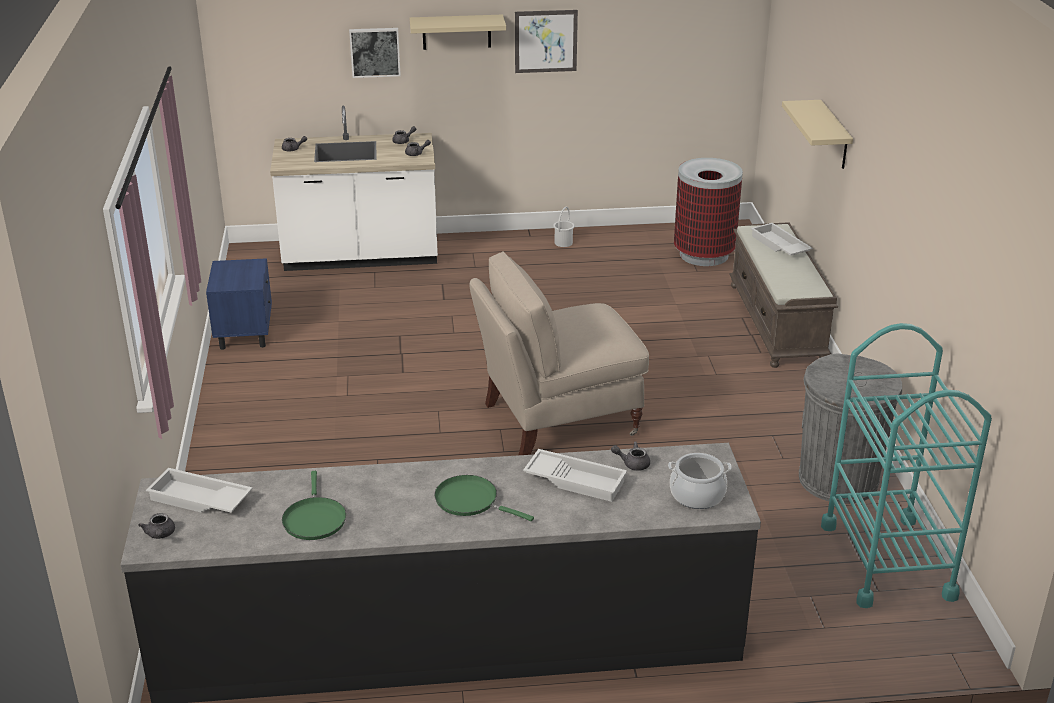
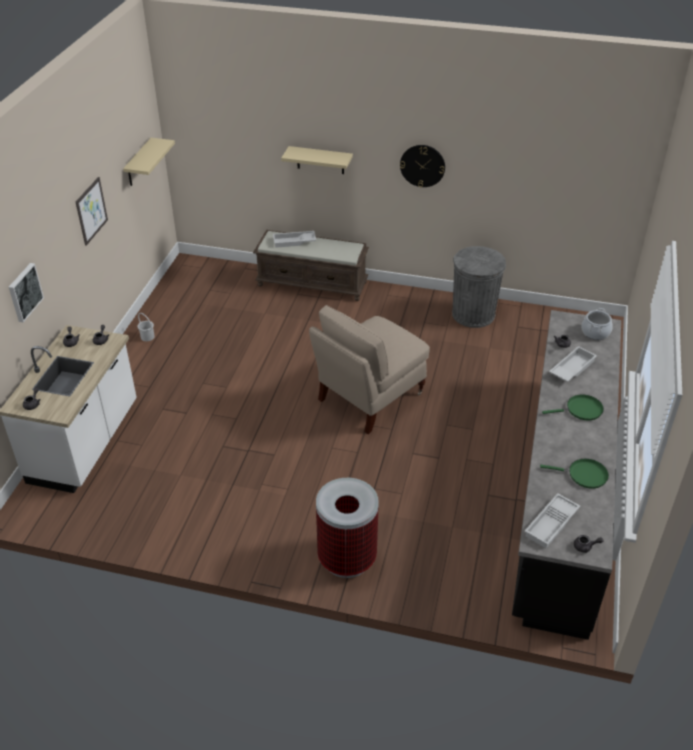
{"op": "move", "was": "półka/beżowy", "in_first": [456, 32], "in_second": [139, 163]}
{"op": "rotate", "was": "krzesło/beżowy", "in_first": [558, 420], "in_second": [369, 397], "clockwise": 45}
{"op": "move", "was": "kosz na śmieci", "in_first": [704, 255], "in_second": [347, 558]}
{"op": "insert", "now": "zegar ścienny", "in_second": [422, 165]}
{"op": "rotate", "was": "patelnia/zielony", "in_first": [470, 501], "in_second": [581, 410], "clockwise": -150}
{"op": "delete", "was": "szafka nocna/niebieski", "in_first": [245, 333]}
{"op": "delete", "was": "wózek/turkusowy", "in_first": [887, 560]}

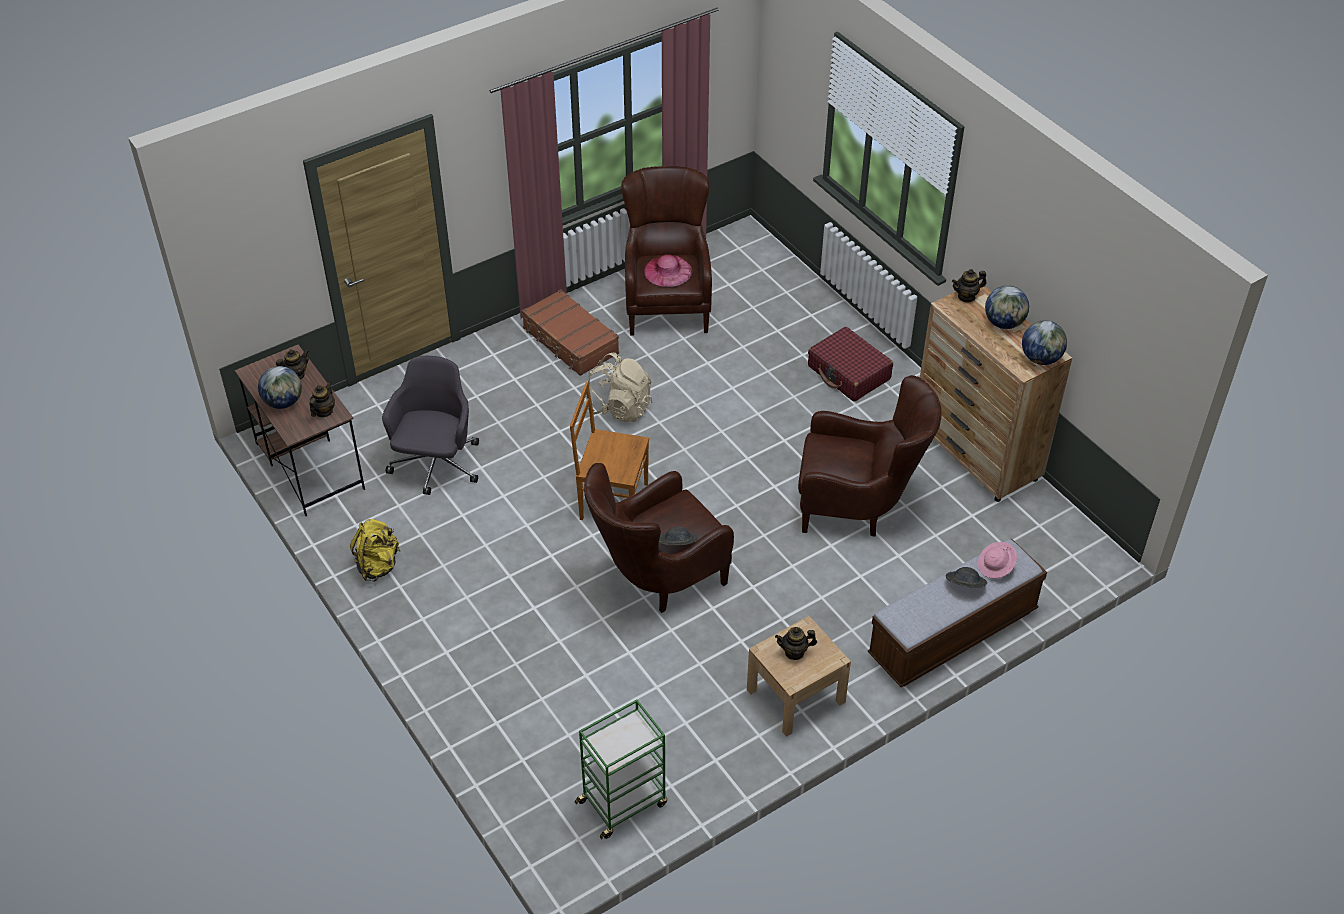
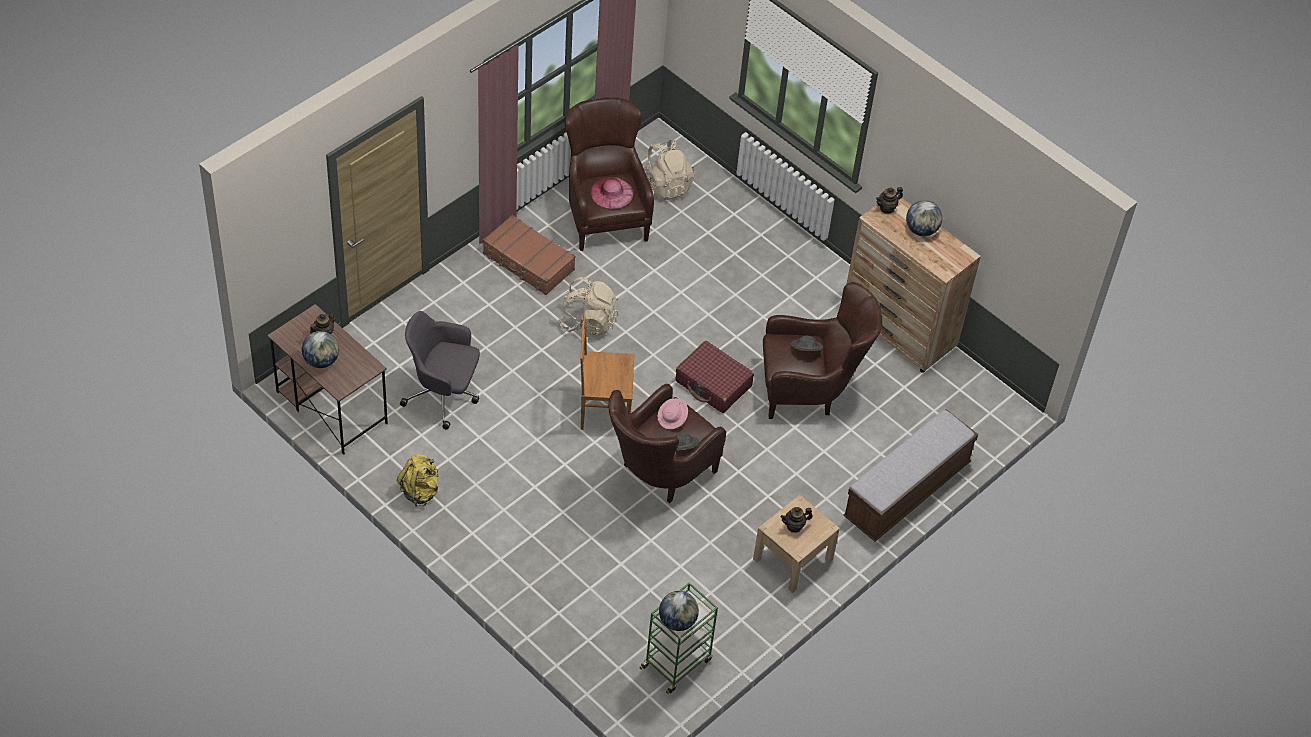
{"op": "rotate", "was": "krzesło biurowe/szary", "in_first": [436, 466], "in_second": [443, 394], "clockwise": -75}
{"op": "insert", "now": "plecak/beżowy", "in_second": [666, 185]}
{"op": "move", "was": "kapelusz/różowy", "in_first": [996, 566], "in_second": [672, 419]}
{"op": "move", "was": "globus", "in_first": [1040, 358], "in_second": [677, 621]}
{"op": "move", "was": "walizka/czerwony", "in_first": [849, 373], "in_second": [713, 384]}
{"op": "move", "was": "kapelusz/szary", "in_first": [964, 585], "in_second": [805, 350]}
{"op": "delete", "was": "imbryk", "in_first": [323, 411]}

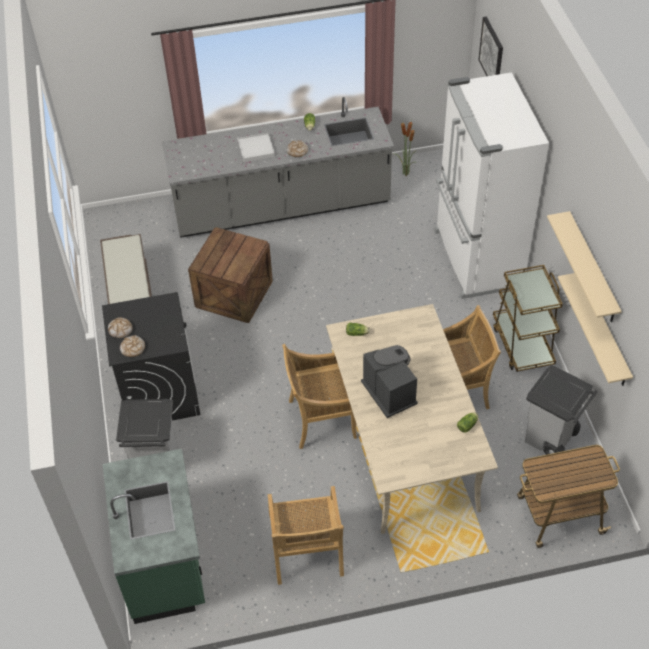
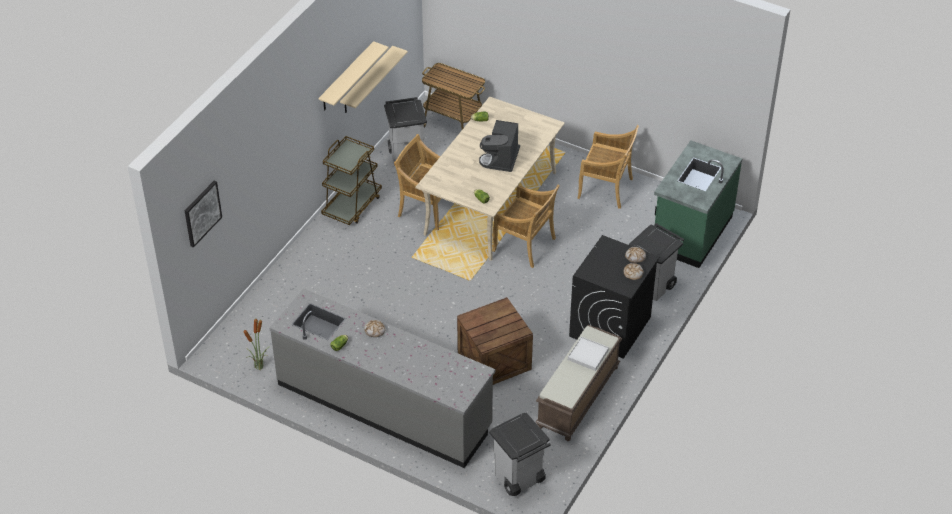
{"op": "insert", "now": "kosz na śmieci/szary", "in_second": [518, 479]}
{"op": "move", "was": "taca/biały", "in_first": [256, 149], "in_second": [588, 355]}
{"op": "rotate", "was": "krzesło/beżowy", "in_first": [307, 553], "in_second": [606, 189], "clockwise": 75}
{"op": "delete", "was": "lodówka/biały", "in_first": [475, 259]}

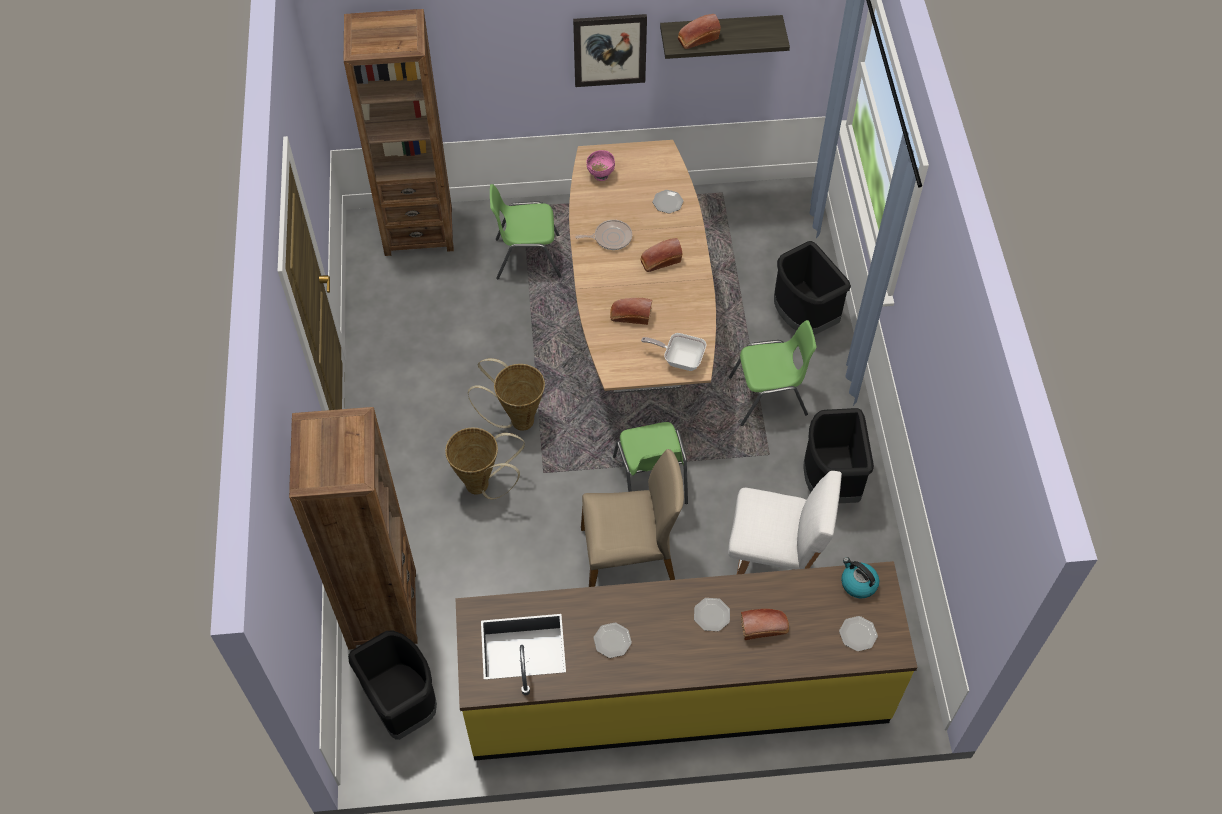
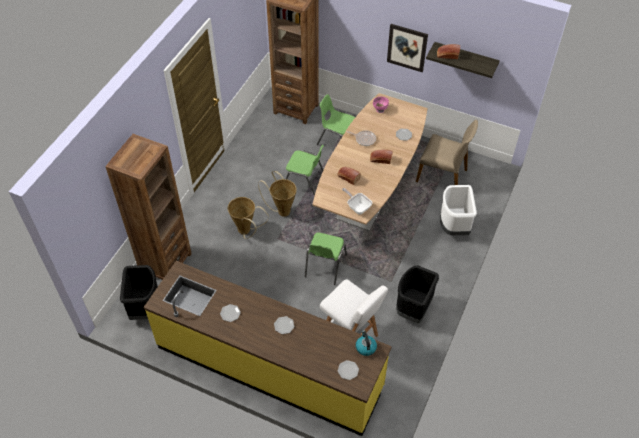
{"op": "move", "was": "krzesło/zielony", "in_first": [769, 397], "in_second": [305, 183]}
{"op": "move", "was": "krzesło/beżowy", "in_first": [629, 557], "in_second": [442, 175]}
{"op": "recolor", "was": "kosz na śmieci/czarny", "now": "kosz na śmieci/biały", "in_first": [803, 318], "in_second": [454, 226]}
{"op": "delete", "was": "chleb", "in_first": [764, 627]}

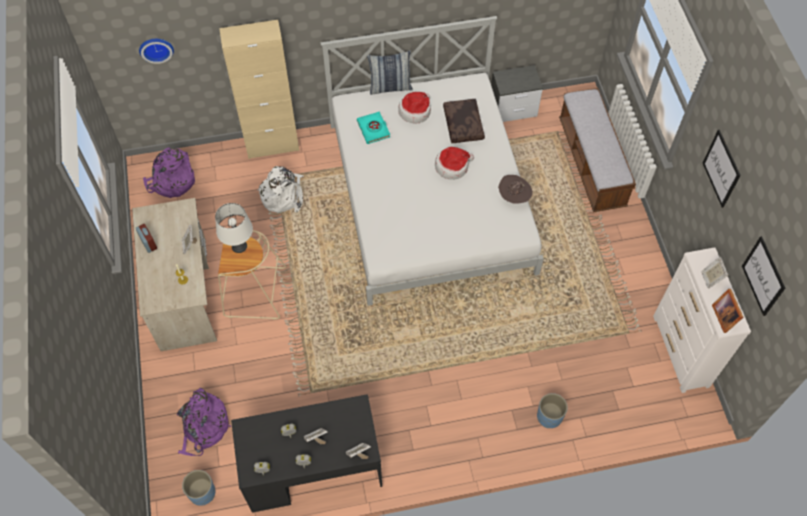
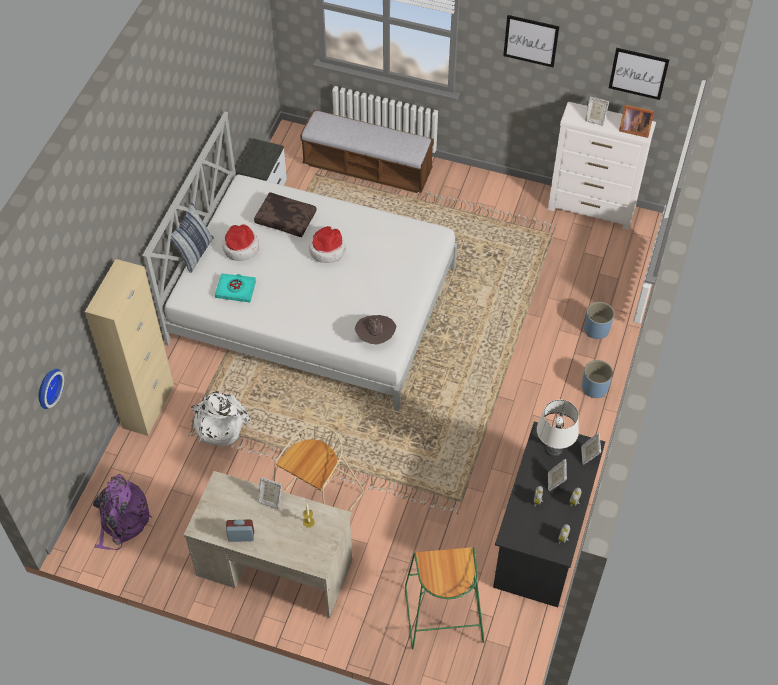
{"op": "move", "was": "kapelusz/brązowy", "in_first": [514, 197], "in_second": [375, 337]}
{"op": "replace", "was": "plecak/fioletowy", "now": "stołek/zielony", "in_first": [203, 427], "in_second": [442, 613]}
{"op": "move", "was": "lampa stołowa/biały", "in_first": [239, 246], "in_second": [553, 449]}
{"op": "move", "was": "donica/niebieski", "in_first": [202, 493], "in_second": [594, 388]}

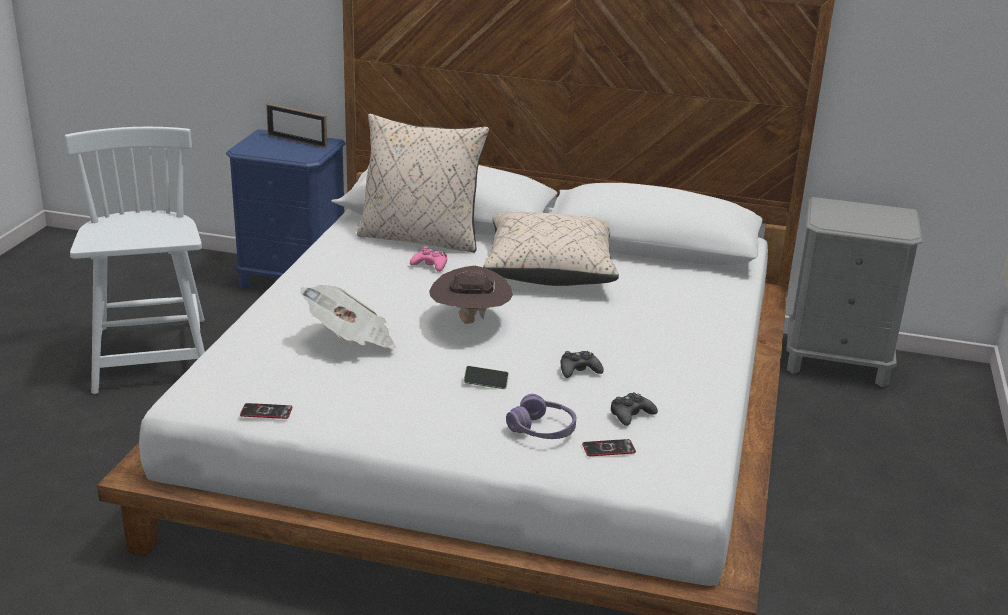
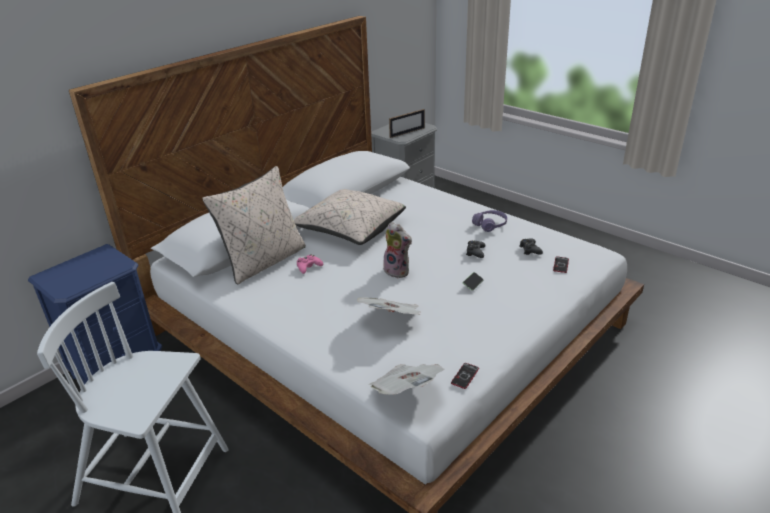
{"op": "insert", "now": "gazeta", "in_second": [406, 391]}
{"op": "replace", "was": "kapelusz/brązowy", "now": "pluszak", "in_first": [469, 321], "in_second": [398, 271]}
{"op": "move", "was": "ramka na zdjęcie", "in_first": [297, 141], "in_second": [407, 132]}
{"op": "move", "was": "słuchawki/fioletowy", "in_first": [542, 430], "in_second": [490, 225]}

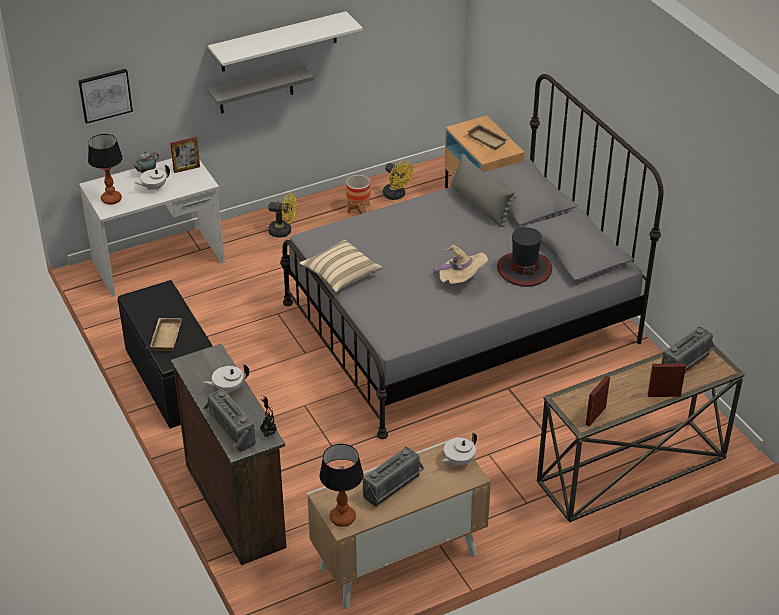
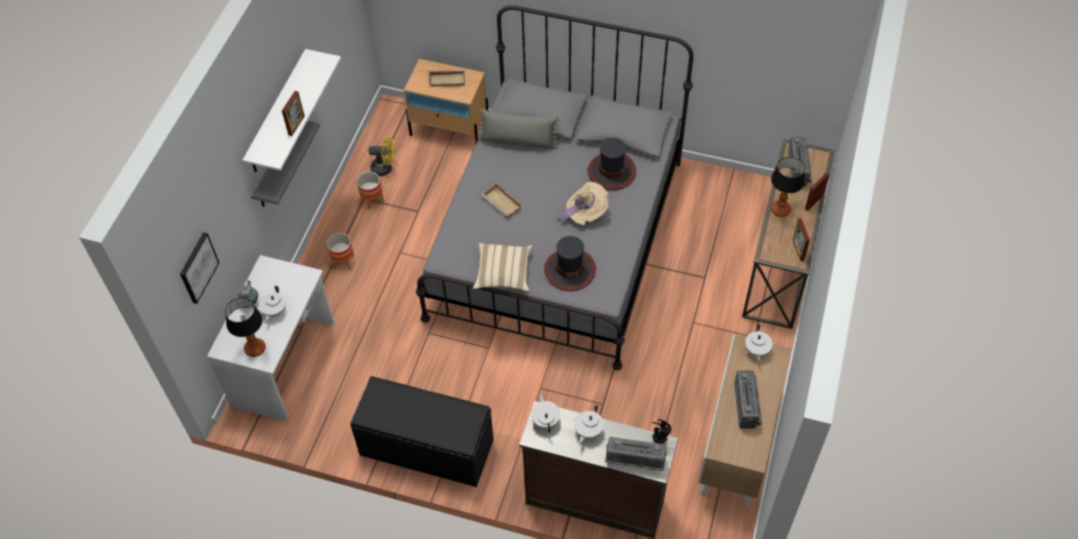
{"op": "move", "was": "ramka na zdjęcie", "in_first": [186, 169], "in_second": [296, 125]}
{"op": "replace", "was": "wentylator/żółty", "now": "donica", "in_first": [284, 231], "in_second": [343, 261]}
{"op": "move", "was": "taca/beżowy", "in_first": [165, 336], "in_second": [501, 203]}
{"op": "insert", "now": "imbryk/biały", "in_second": [545, 420]}
{"op": "insert", "now": "kapelusz", "in_second": [569, 270]}
{"op": "move", "was": "lampa stołowa", "in_first": [343, 517], "in_second": [780, 209]}

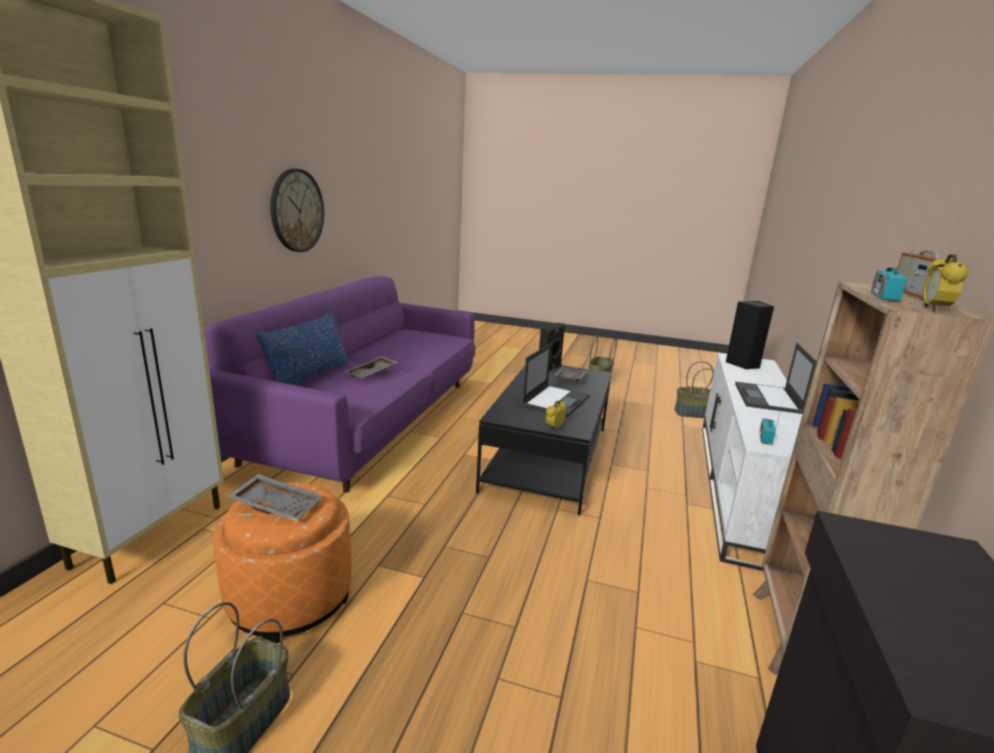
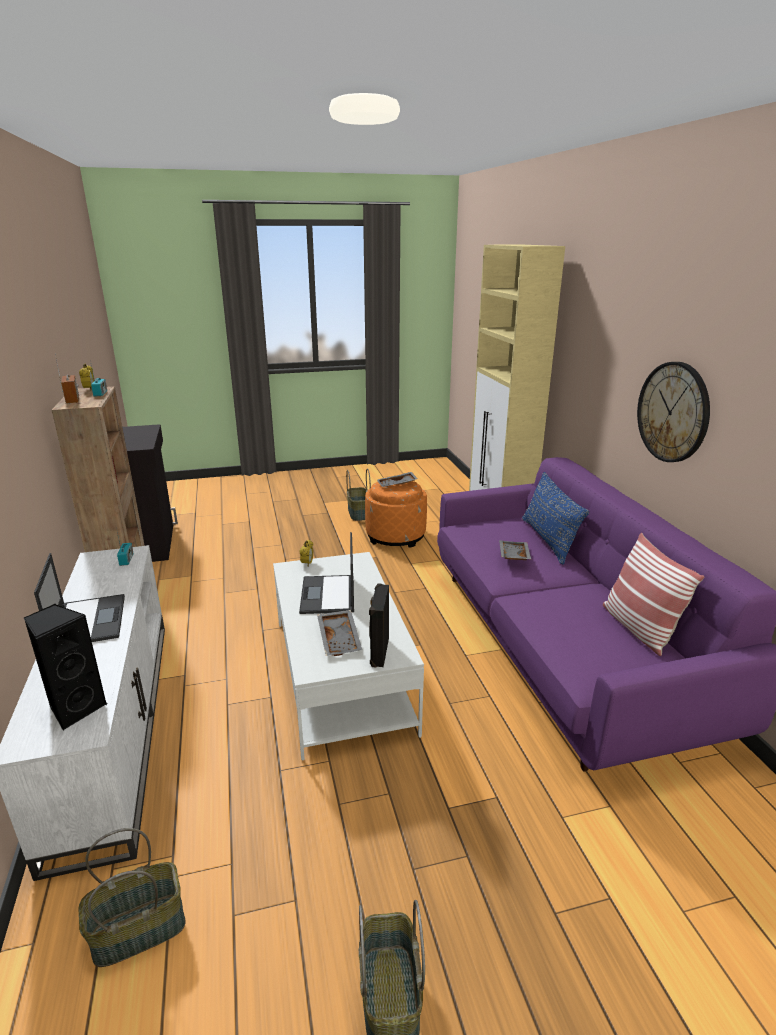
{"op": "recolor", "was": "ława/czarny", "now": "ława/biały", "in_first": [547, 458], "in_second": [342, 674]}
{"op": "insert", "now": "poduszka", "in_second": [638, 628]}

